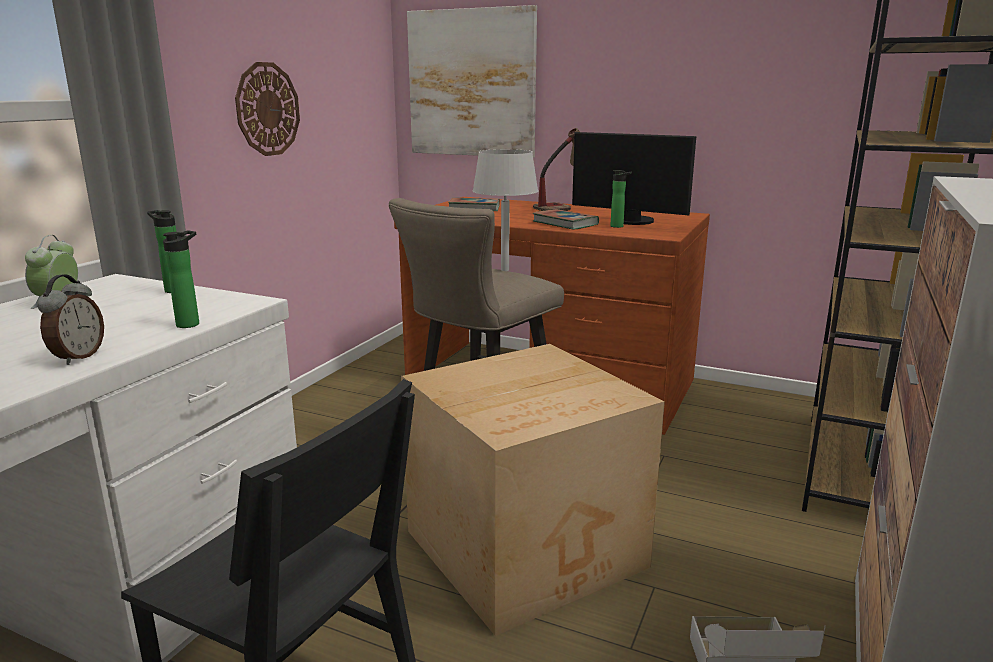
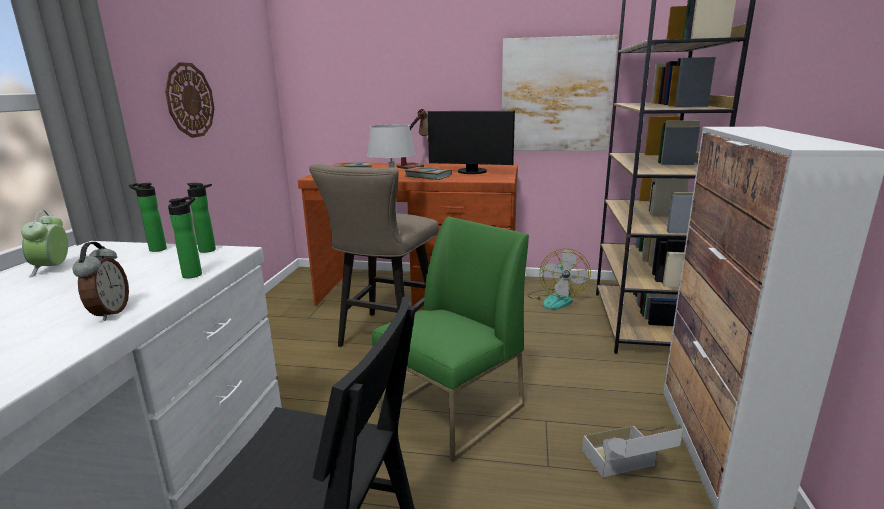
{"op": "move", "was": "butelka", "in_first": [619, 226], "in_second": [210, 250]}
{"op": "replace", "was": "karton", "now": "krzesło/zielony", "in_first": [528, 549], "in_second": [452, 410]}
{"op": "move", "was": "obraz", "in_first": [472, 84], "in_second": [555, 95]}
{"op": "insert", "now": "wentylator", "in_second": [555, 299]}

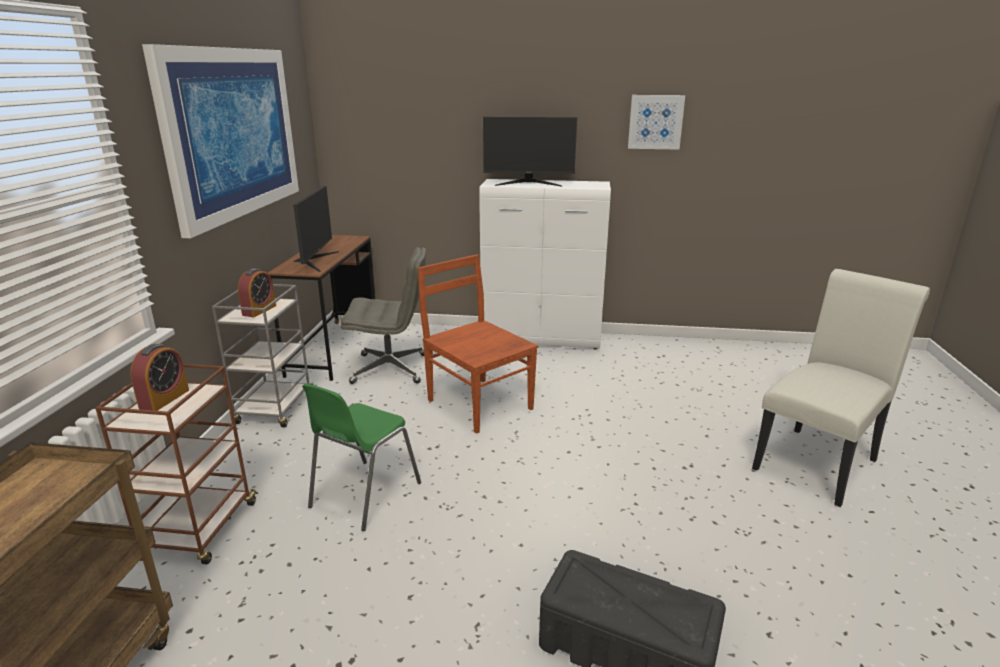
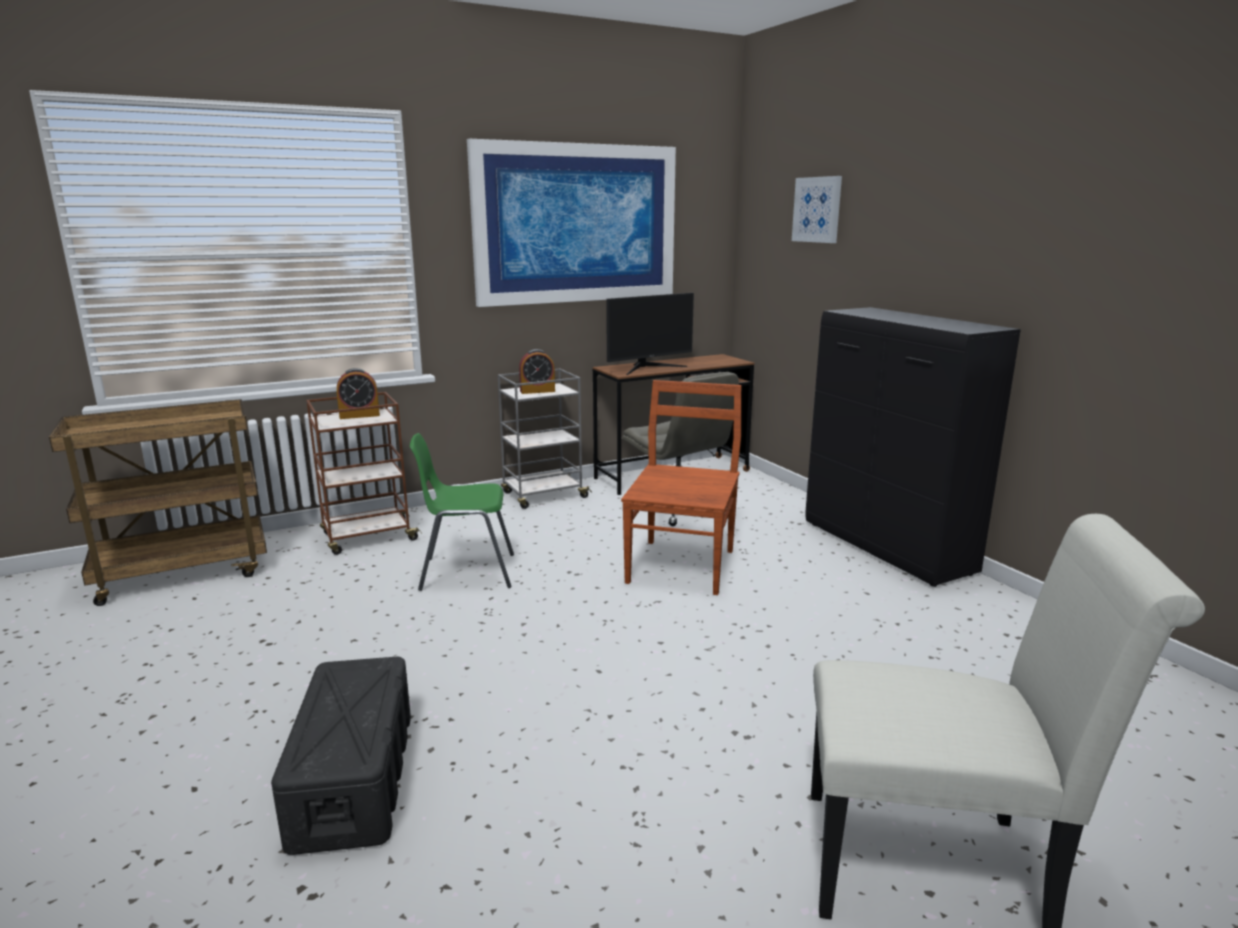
{"op": "move", "was": "obraz", "in_first": [655, 122], "in_second": [817, 209]}
{"op": "recolor", "was": "szafka/biały", "now": "szafka/czarny", "in_first": [542, 339], "in_second": [887, 548]}
{"op": "delete", "was": "monitor", "in_first": [528, 183]}

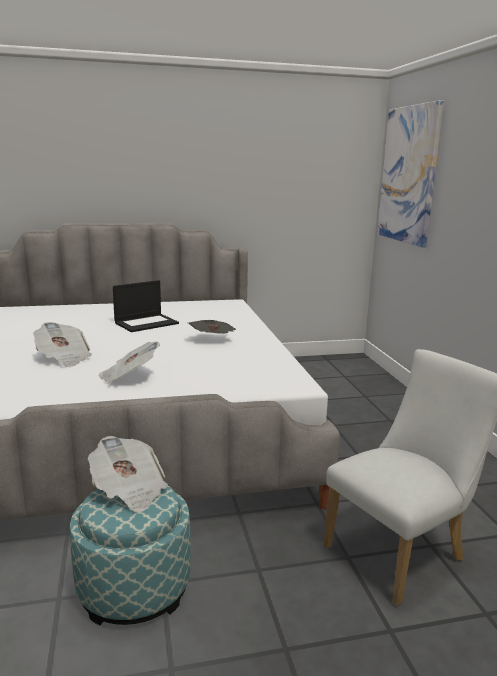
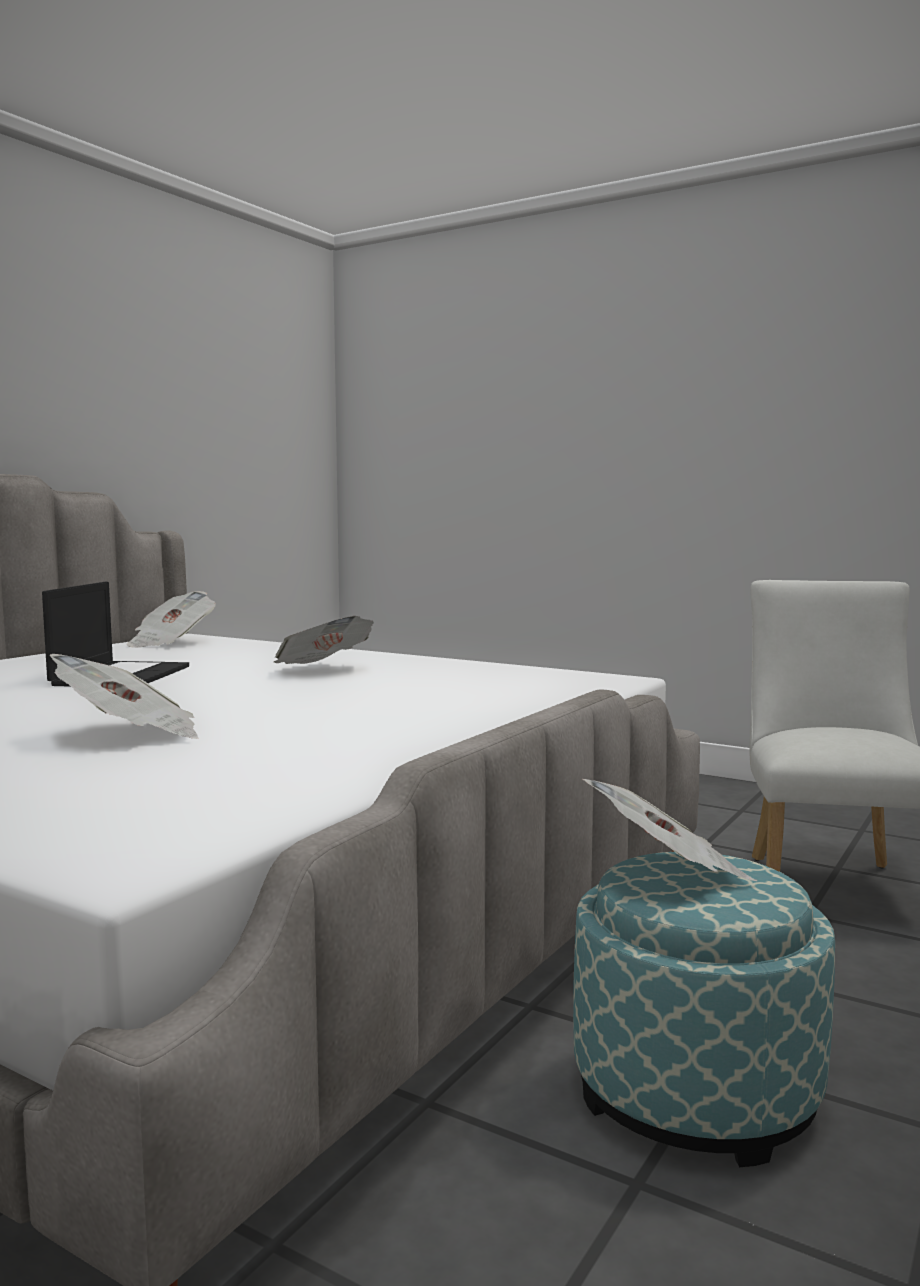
{"op": "move", "was": "gazeta", "in_first": [128, 377], "in_second": [171, 643]}
{"op": "delete", "was": "obraz", "in_first": [408, 175]}

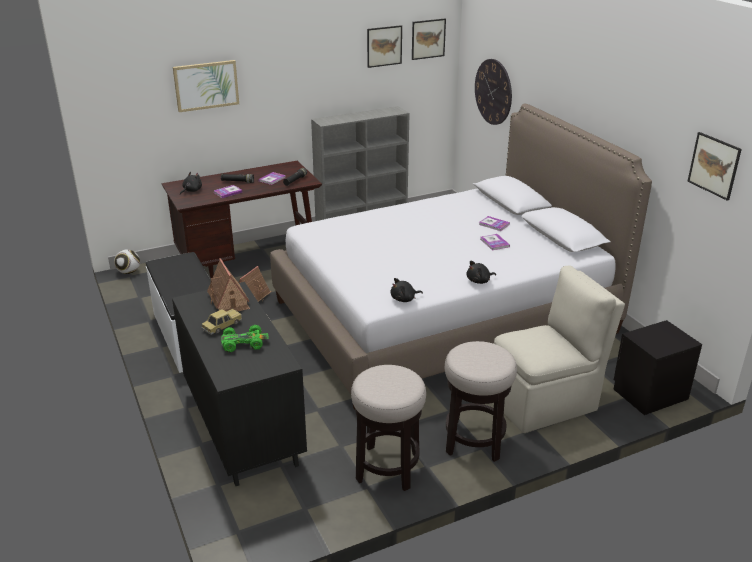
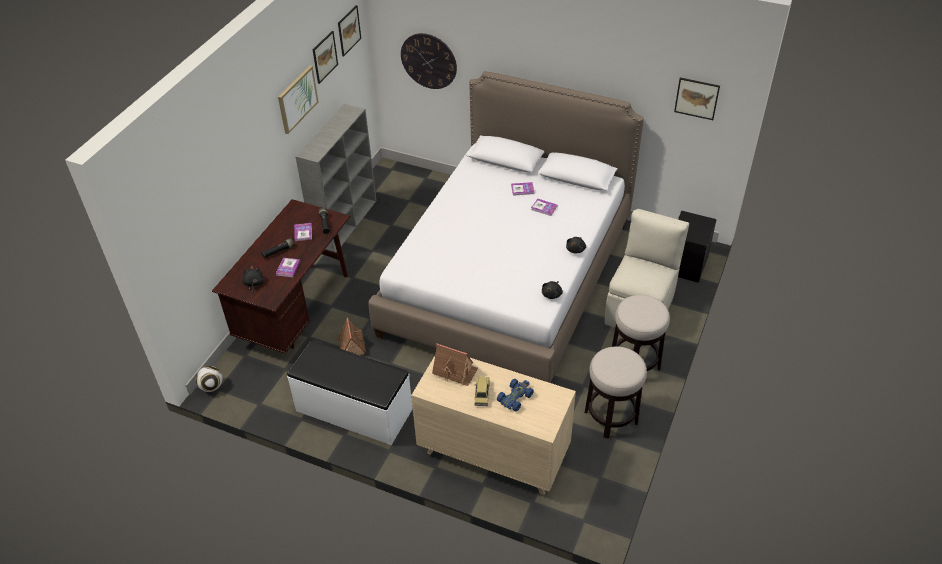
{"op": "move", "was": "obraz", "in_first": [206, 85], "in_second": [297, 99]}
{"op": "recolor", "was": "komoda/czarny", "now": "komoda/beżowy", "in_first": [243, 427], "in_second": [493, 453]}
{"op": "recolor", "was": "samochodzik/zielony", "now": "samochodzik/niebieski", "in_first": [244, 343], "in_second": [515, 397]}

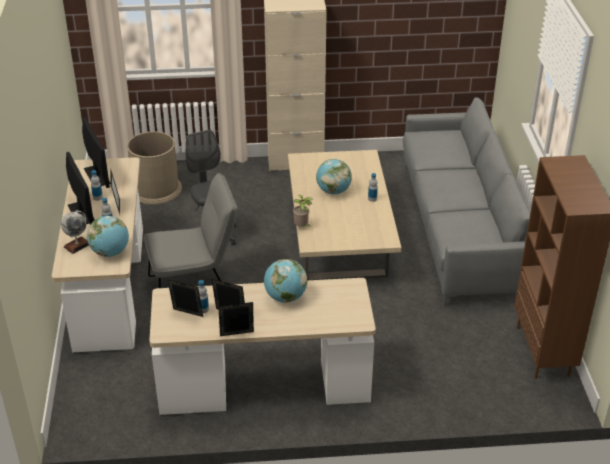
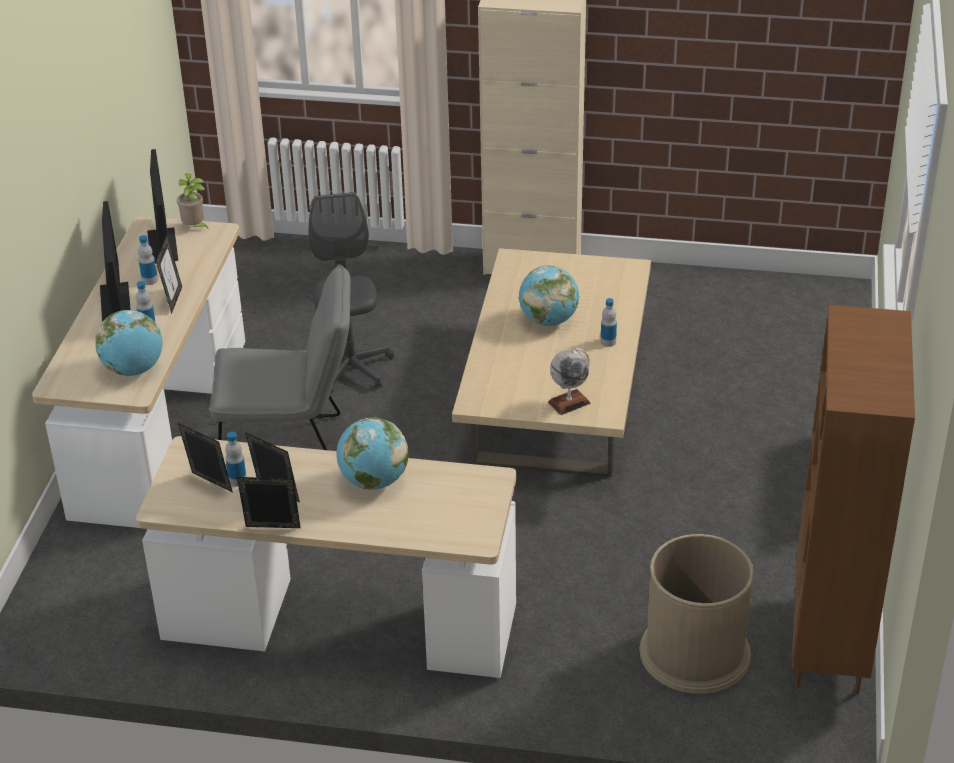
{"op": "move", "was": "roślina doniczkowa", "in_first": [302, 227], "in_second": [195, 228]}
{"op": "move", "was": "globus", "in_first": [77, 245], "in_second": [569, 402]}
{"op": "move", "was": "kosz na śmieci/brązowy", "in_first": [155, 189], "in_second": [694, 652]}
{"op": "delete", "was": "kanapa/szary", "in_first": [457, 230]}

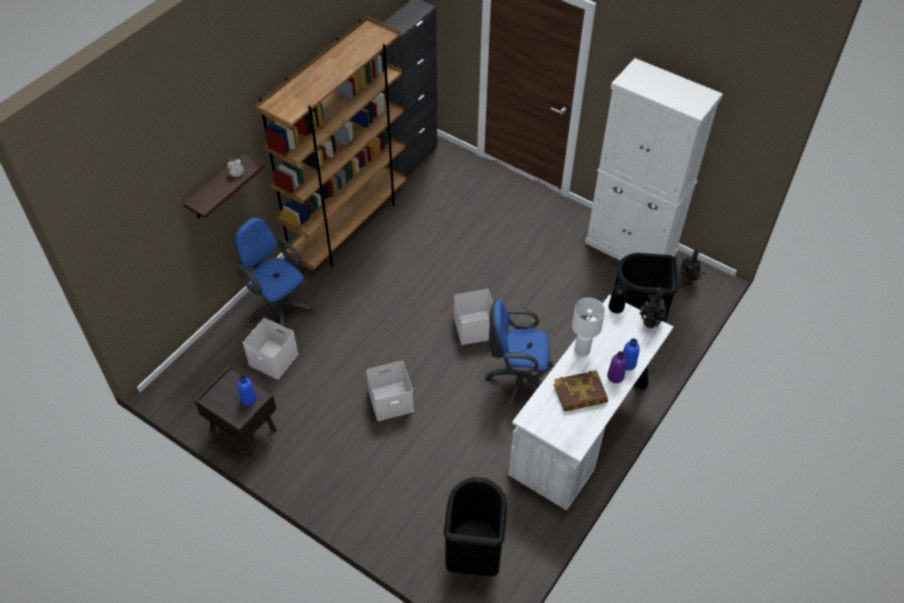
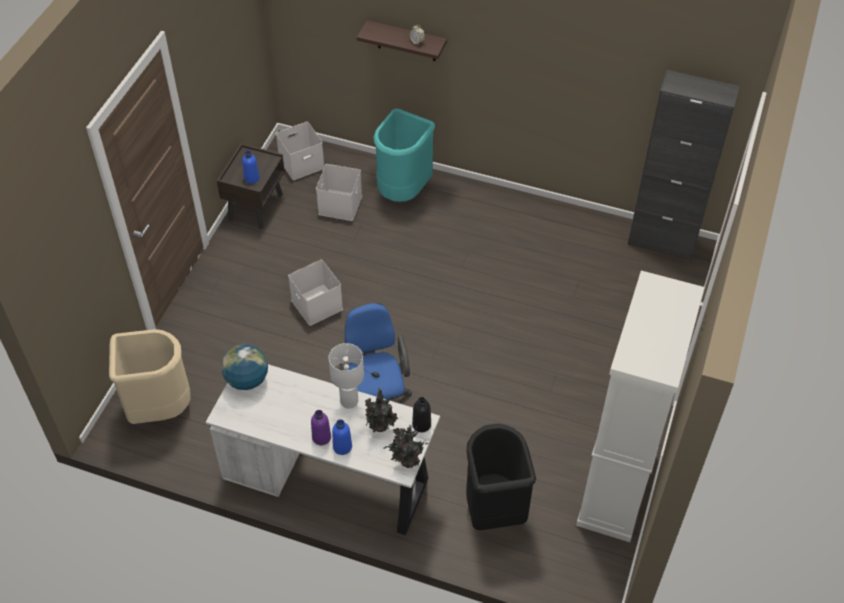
{"op": "recolor", "was": "kosz na śmieci/czarny", "now": "kosz na śmieci/beżowy", "in_first": [473, 554], "in_second": [159, 408]}
{"op": "insert", "now": "globus", "in_second": [247, 380]}
{"op": "move", "was": "pojemnik do przechowywania/biały", "in_first": [473, 327], "in_second": [302, 162]}
{"op": "move", "was": "roślina doniczkowa", "in_first": [688, 280], "in_second": [380, 427]}
{"op": "replace", "was": "krzesło biurowe/niebieski", "now": "kosz na śmieci/turkusowy", "in_first": [279, 307], "in_second": [403, 191]}
{"op": "delete", "was": "regał/brązowy", "in_first": [348, 226]}
{"op": "delete", "was": "książka", "in_first": [580, 394]}

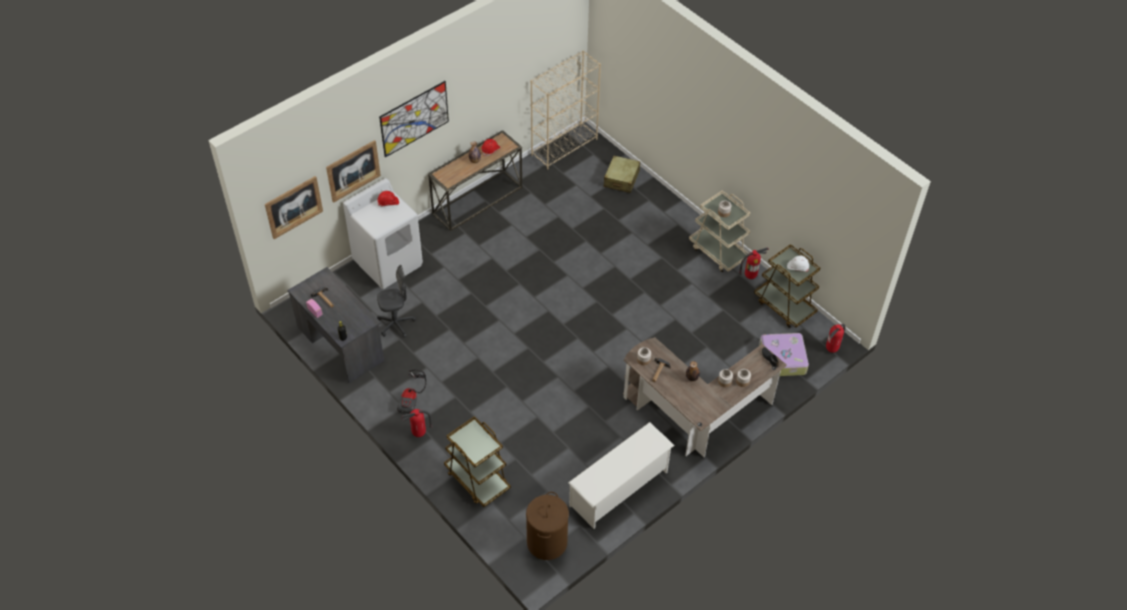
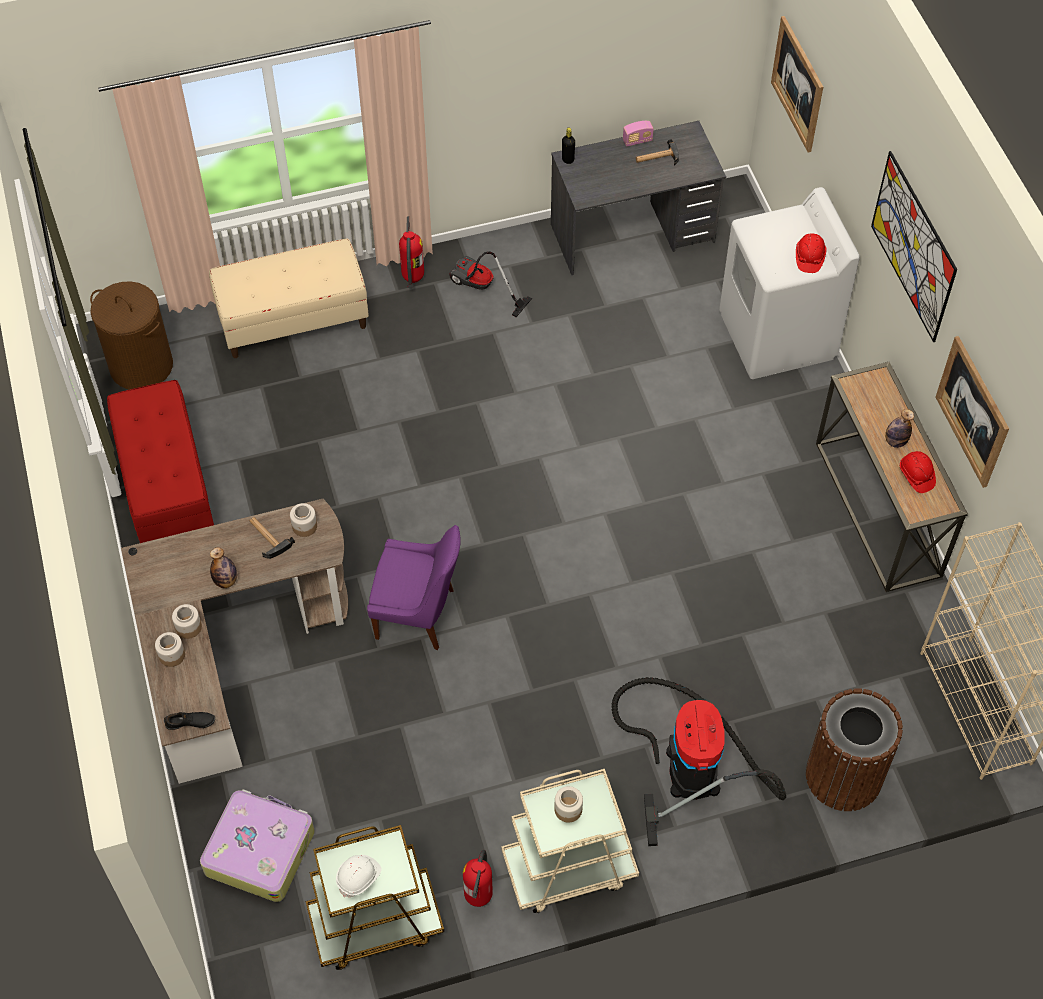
{"op": "replace", "was": "regał na buty/biały", "now": "ławka/czerwony", "in_first": [619, 489], "in_second": [166, 486]}
{"op": "replace", "was": "wózek/brązowy", "now": "ławka/beżowy", "in_first": [477, 479], "in_second": [293, 320]}
{"op": "insert", "now": "krzesło/fioletowy", "in_second": [418, 614]}
{"op": "insert", "now": "odkurzacz", "in_second": [690, 764]}
{"op": "replace", "was": "walizka/beżowy", "now": "kosz na śmieci/brązowy", "in_first": [621, 179], "in_second": [843, 776]}
{"op": "move", "was": "obraz", "in_first": [353, 170], "in_second": [972, 411]}
{"op": "delete", "was": "krzesło biurowe/szary", "in_first": [396, 324]}
{"op": "delete", "was": "gaśnica", "in_first": [831, 350]}

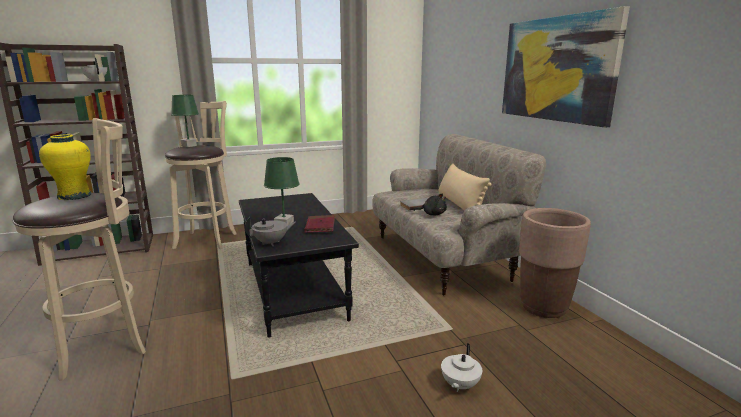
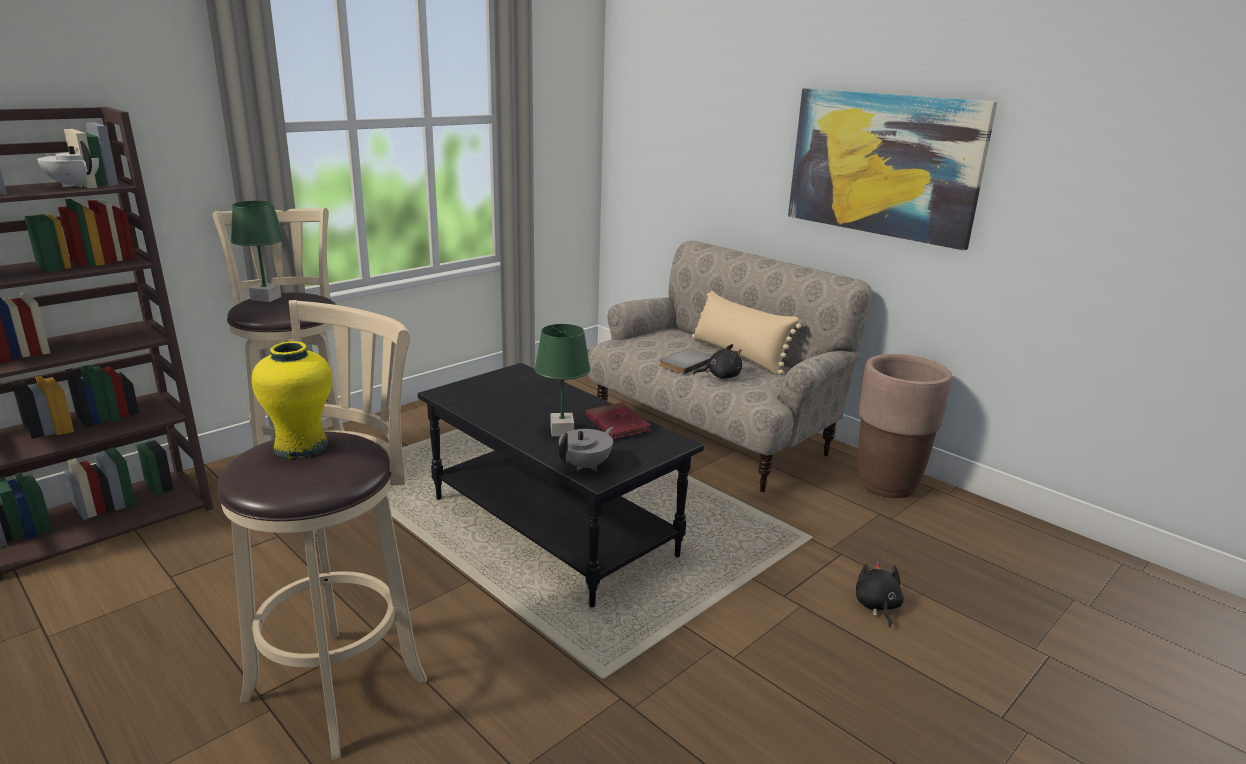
{"op": "replace", "was": "imbryk/biały", "now": "pluszak/czarny", "in_first": [459, 385], "in_second": [877, 606]}

